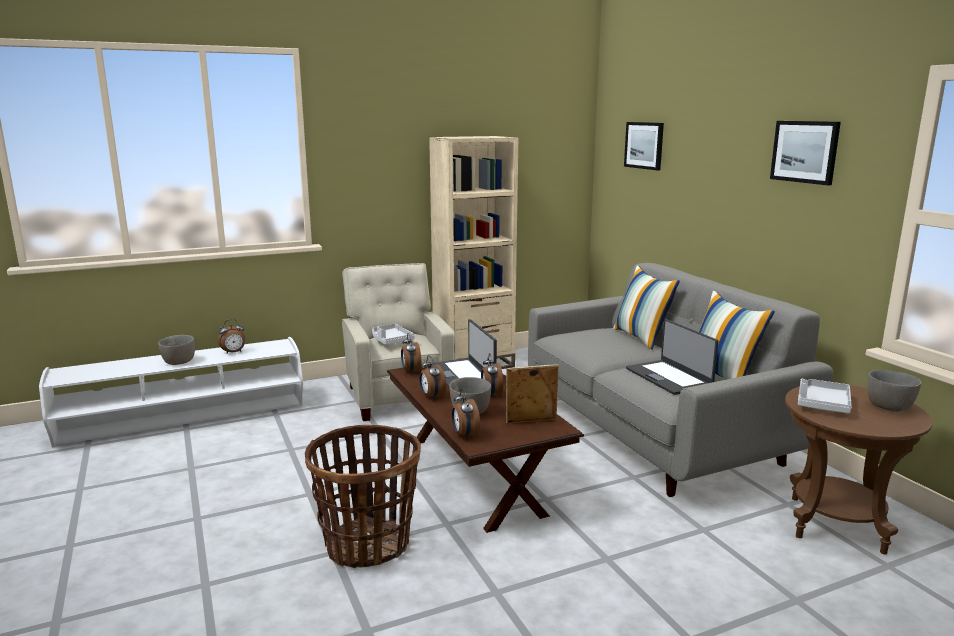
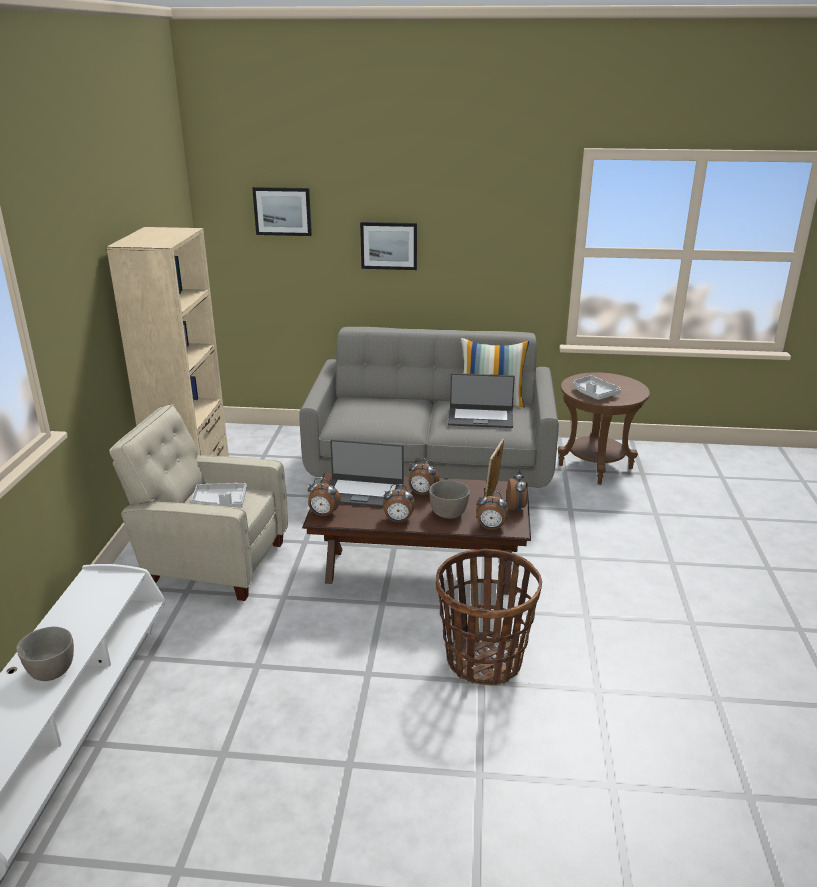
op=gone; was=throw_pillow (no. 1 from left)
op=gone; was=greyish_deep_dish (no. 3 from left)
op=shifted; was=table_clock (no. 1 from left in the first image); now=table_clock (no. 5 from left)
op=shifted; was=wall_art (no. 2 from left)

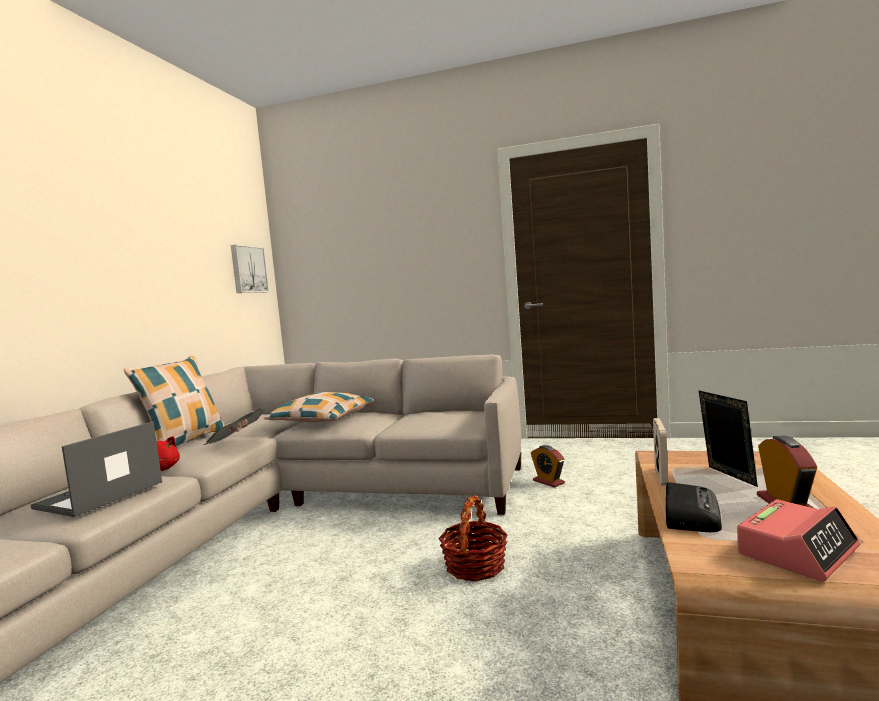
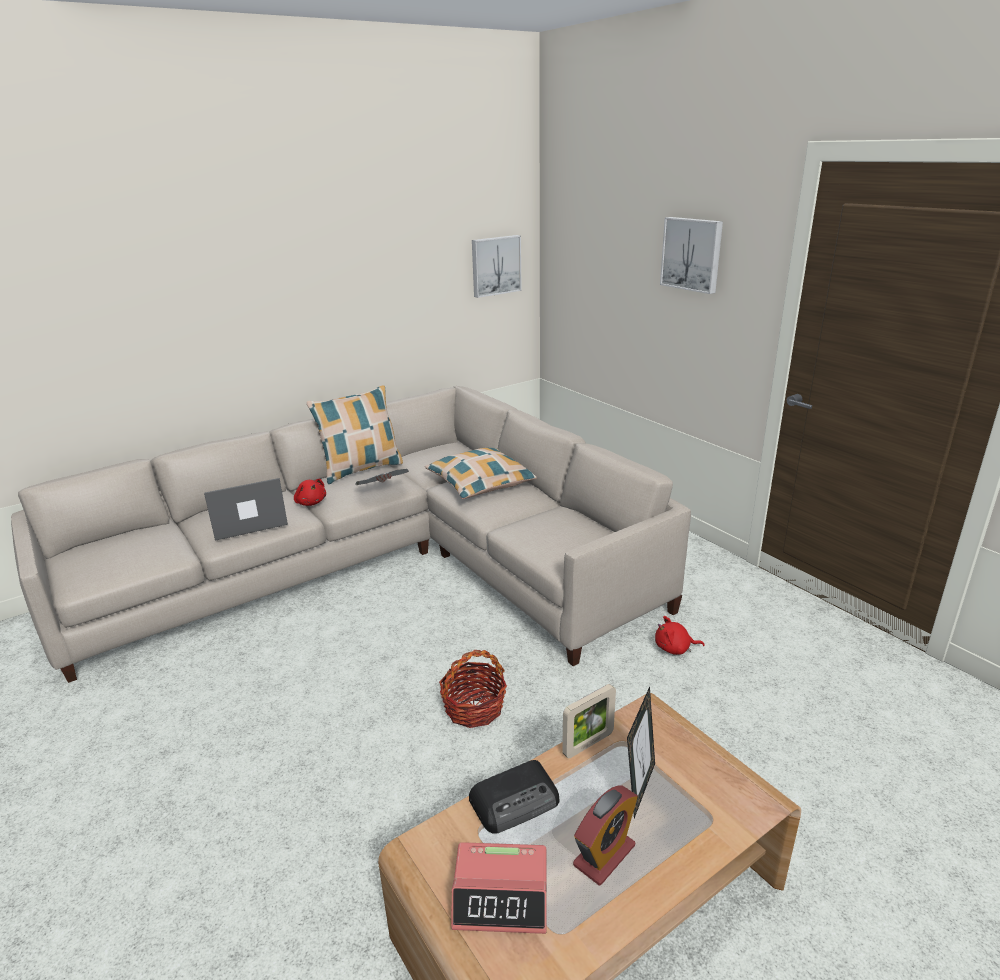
op=new; now=wall_art (no. 2 from left)
op=swapped; was=table_clock (no. 1 from left); now=red-coloured_plush_toy (no. 2 from left)

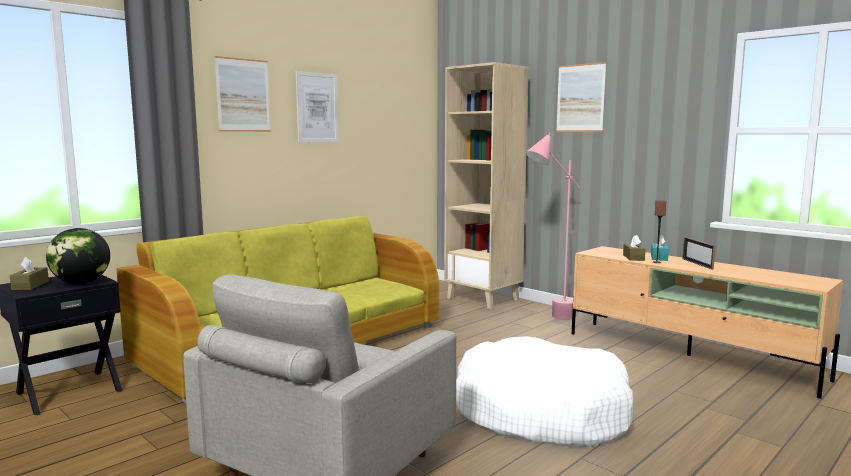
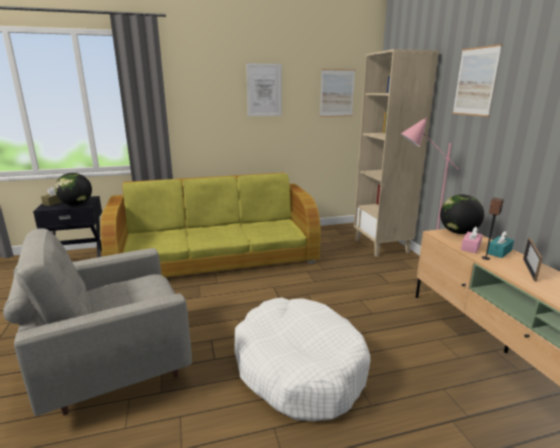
op=new; now=desk_globe (no. 2 from left)
op=shifted; was=wall_art (no. 1 from left in the first image); now=wall_art (no. 2 from left)
op=repainted; was=brownish_tissue_holder (no. 2 from left); now=pink-coloured_tissue_holder

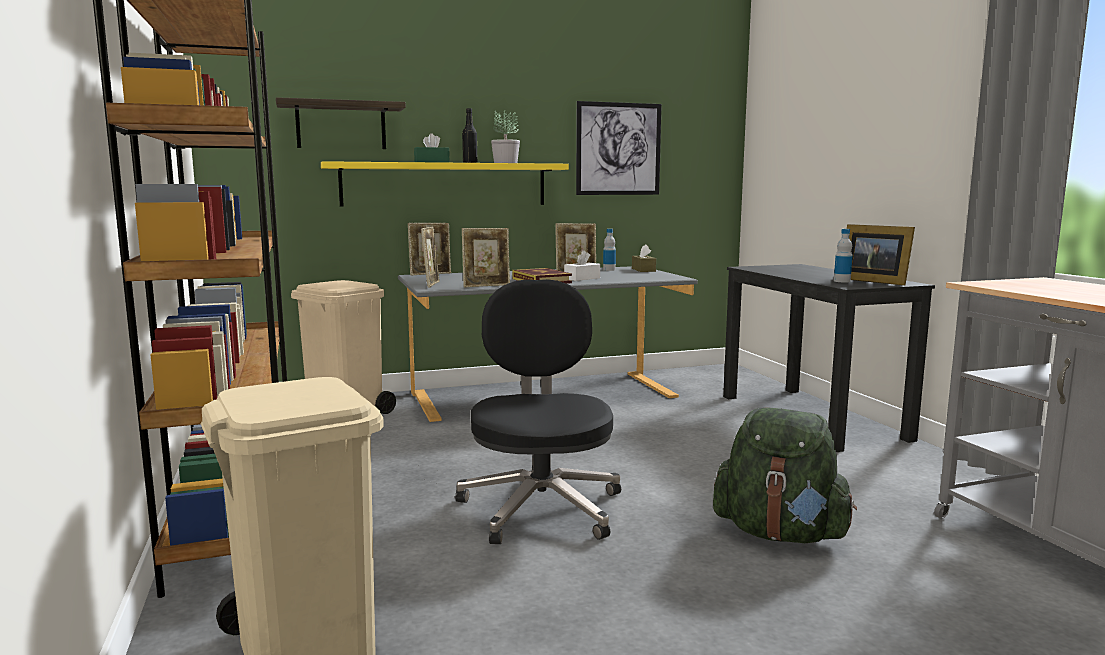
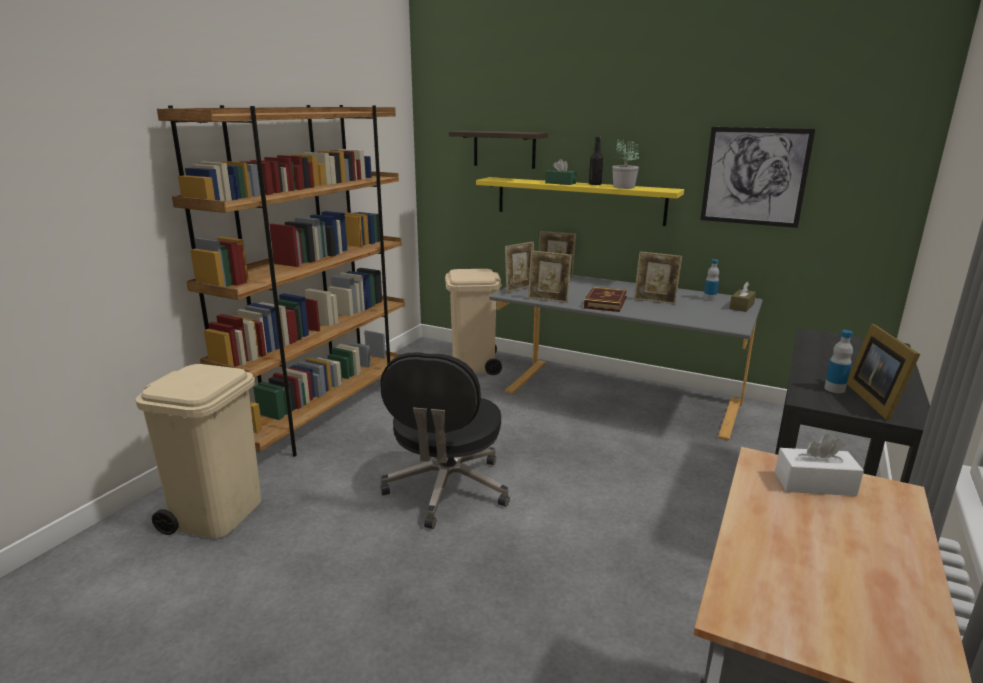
op=gone; was=green-coloured_rucksack
op=shifted; was=white-coloured_tissue_holder
op=rotated; was=black-coloured_office_chair; clockwise=150

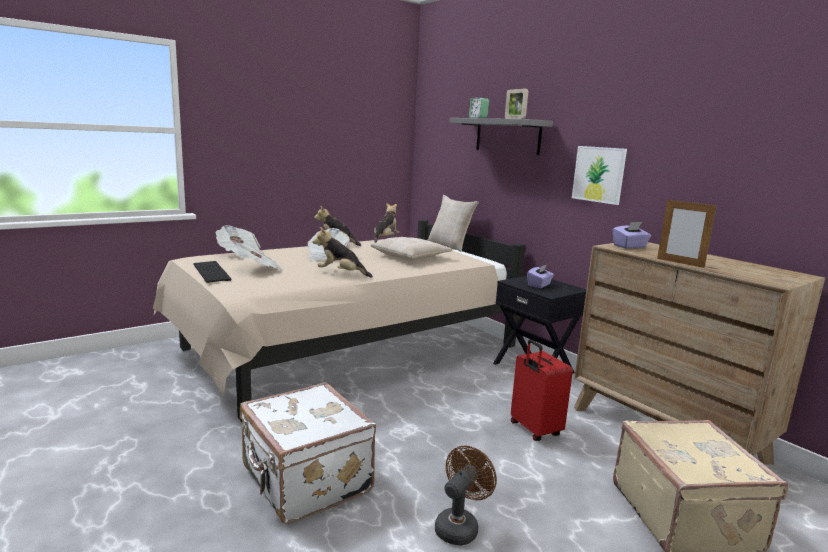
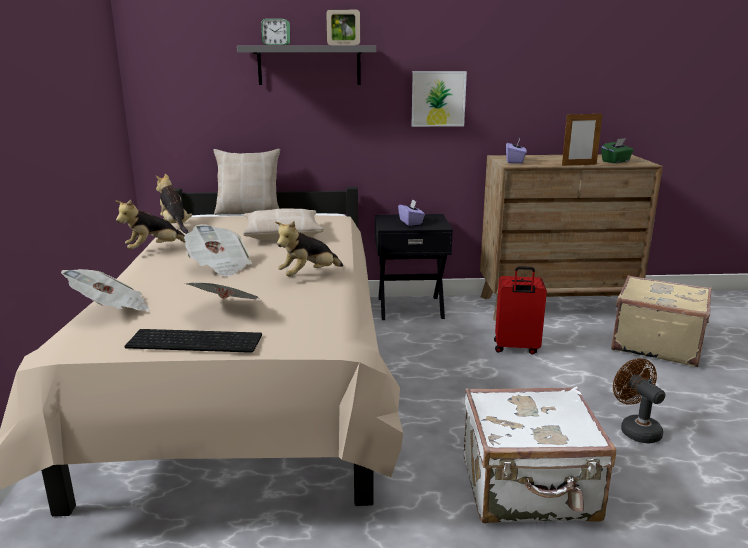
op=new; now=green-coloured_tissue_holder

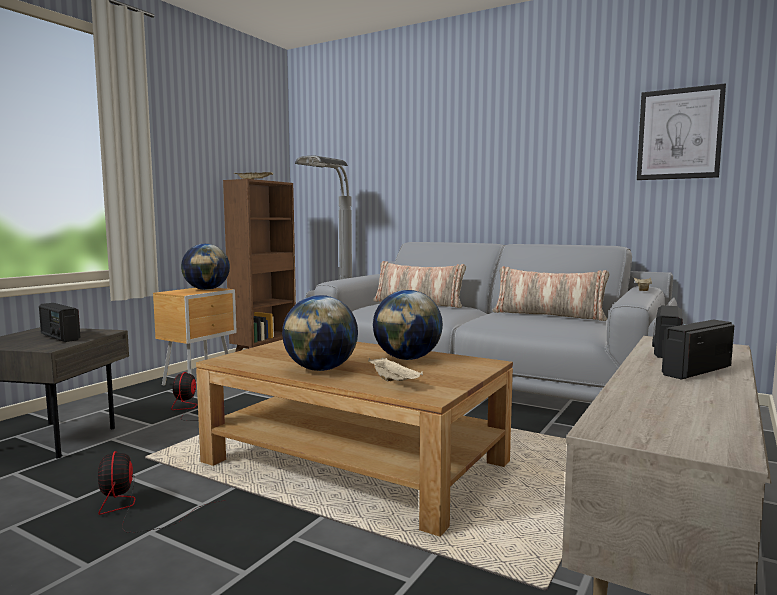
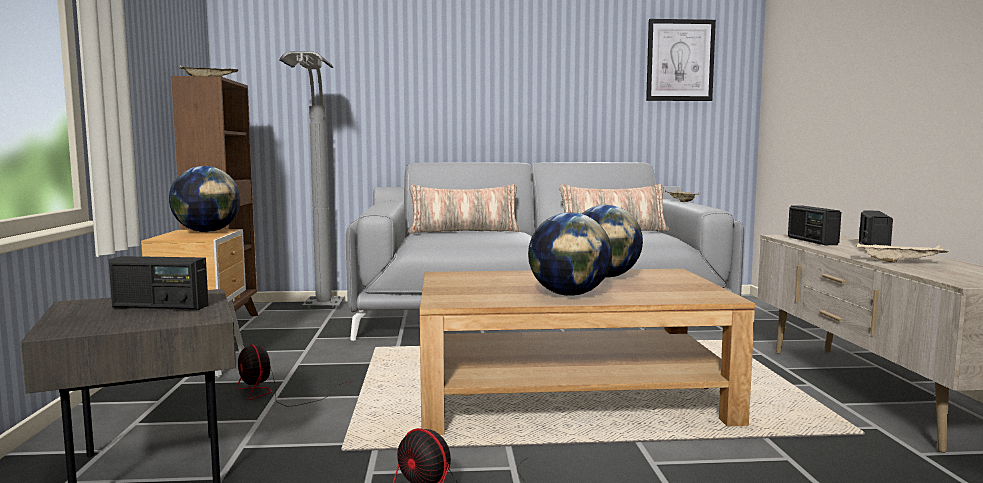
op=shifted; was=beige-coloured_carrying_tray (no. 2 from left in the first image); now=beige-coloured_carrying_tray (no. 3 from left)

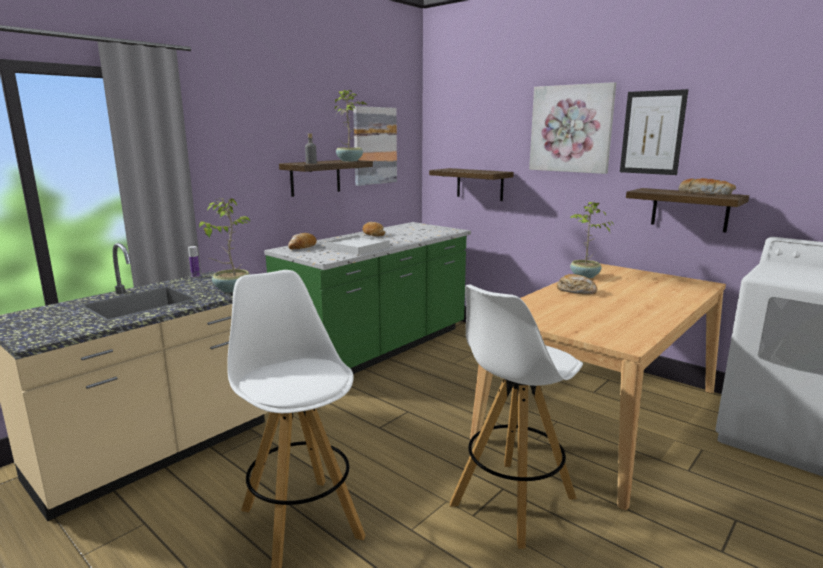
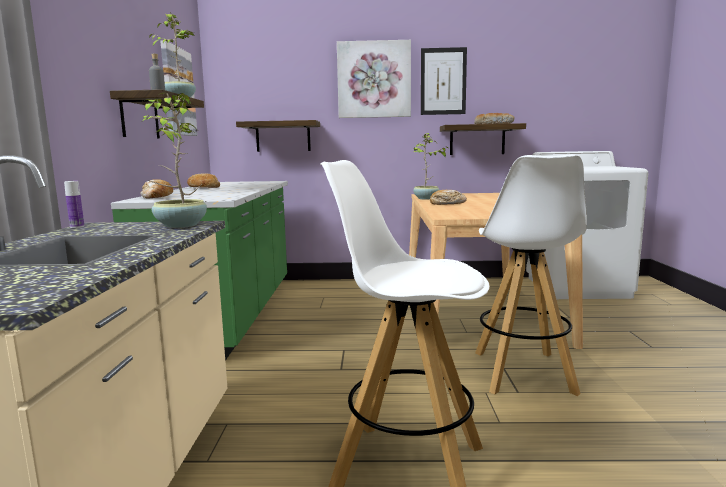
op=gone; was=white-coloured_carrying_tray

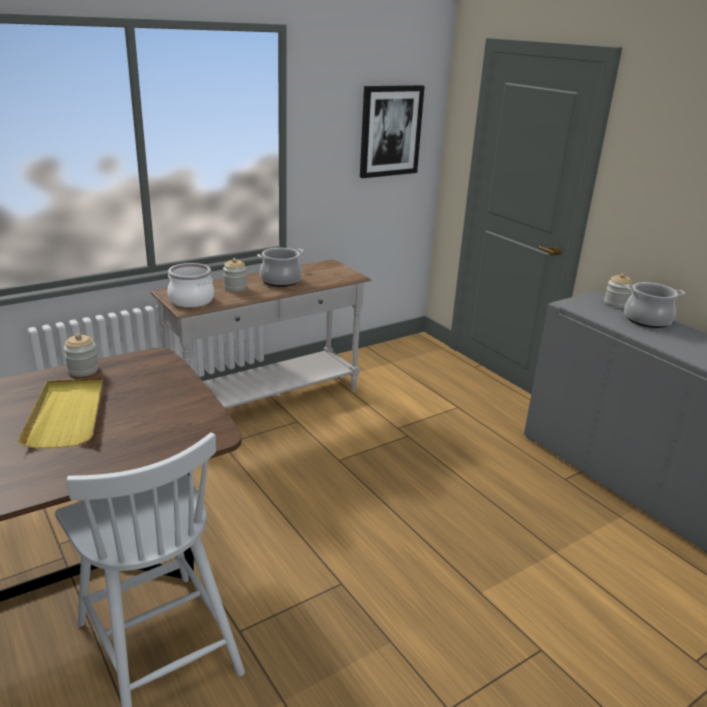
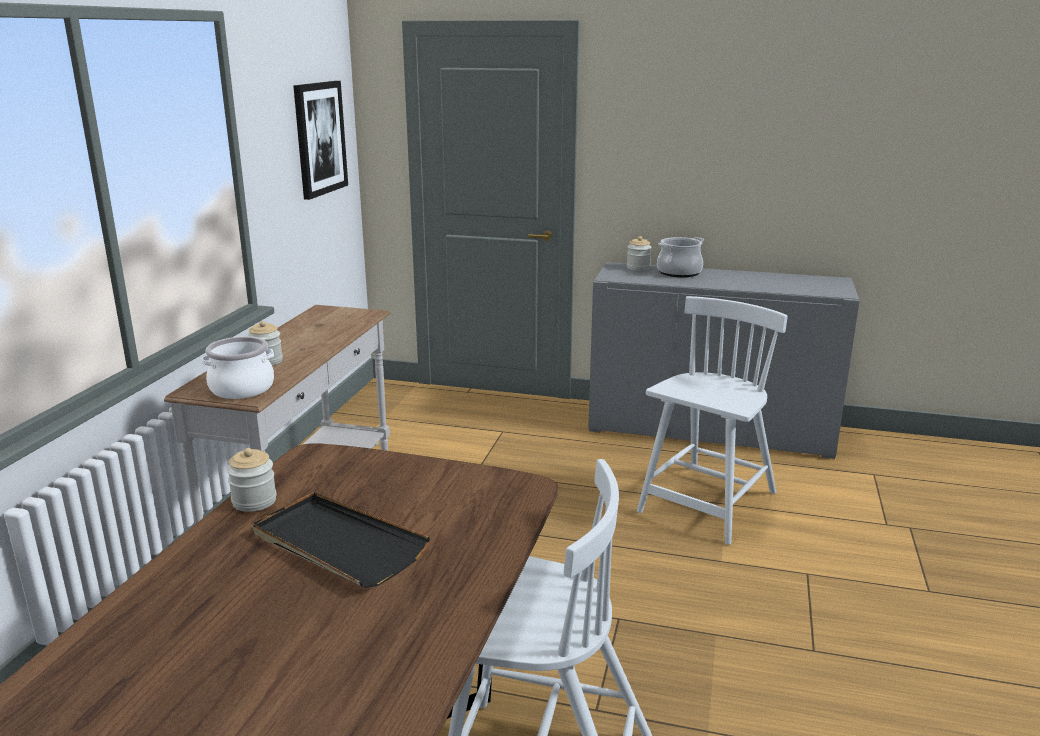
op=gone; was=stockpot (no. 2 from left)
op=new; now=white-coloured_upright_chair (no. 2 from left)
op=repainted; was=yellowish_carrying_tray; now=black-coloured_carrying_tray

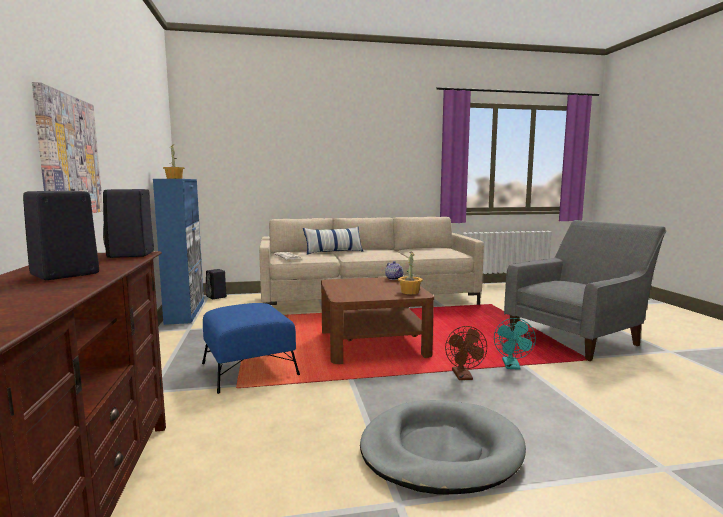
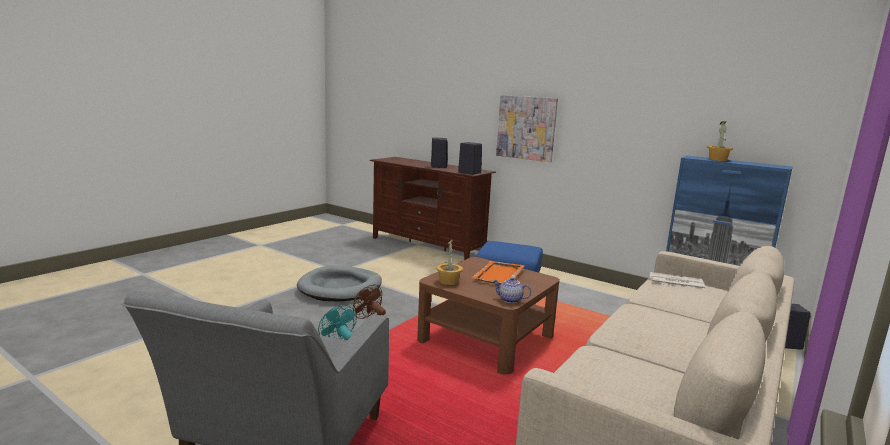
op=gone; was=throw_pillow
op=new; now=orangey_carrying_tray

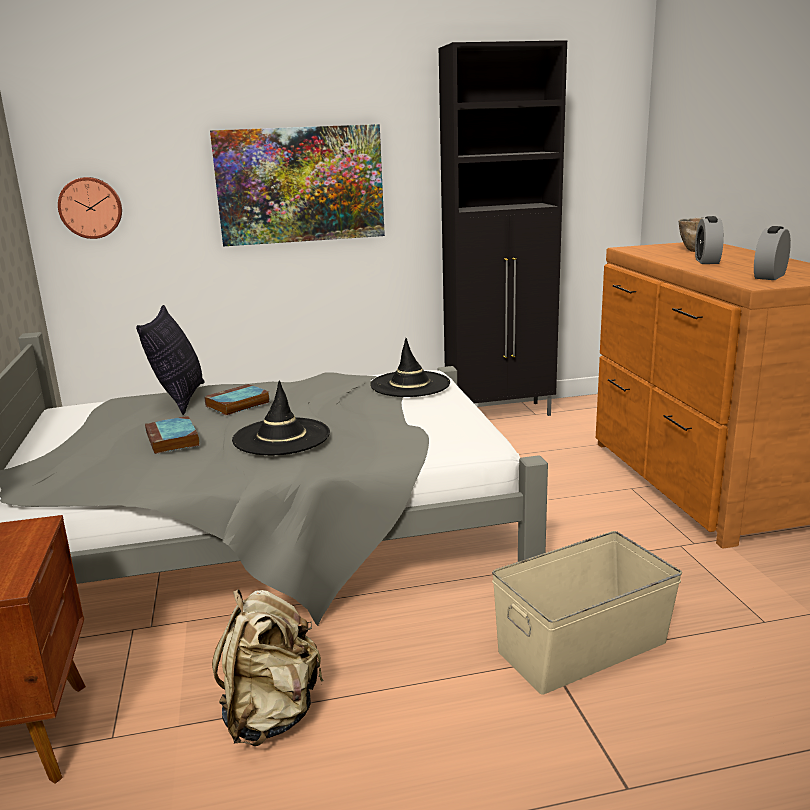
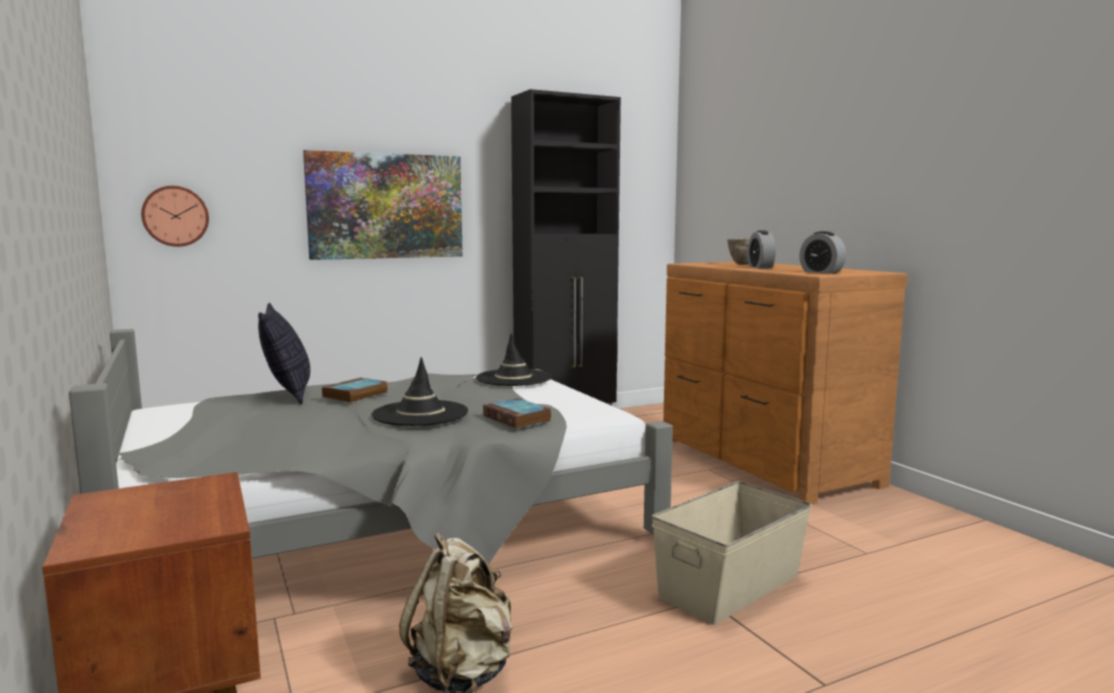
op=shifted; was=volume (no. 1 from left in the first image); now=volume (no. 2 from left)
op=rotated; was=table_clock (no. 2 from left); clockwise=-60

